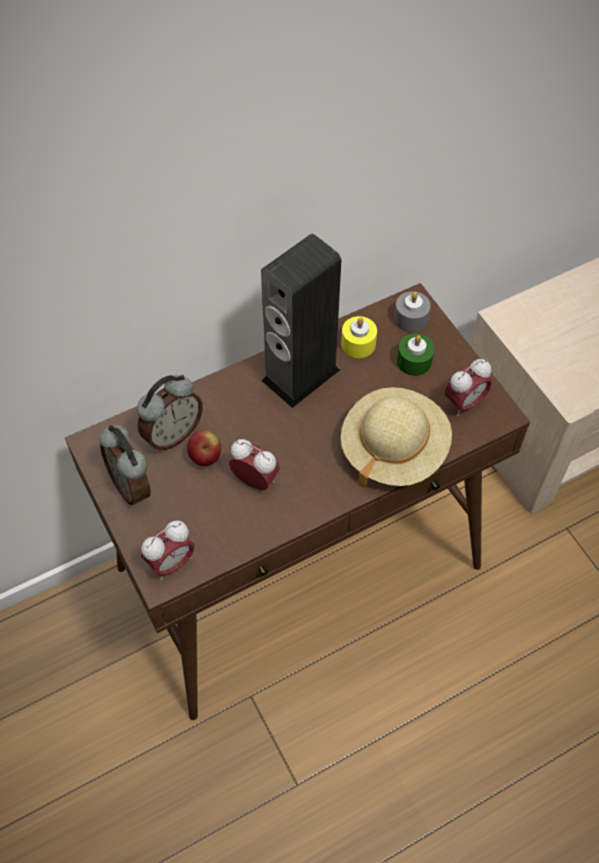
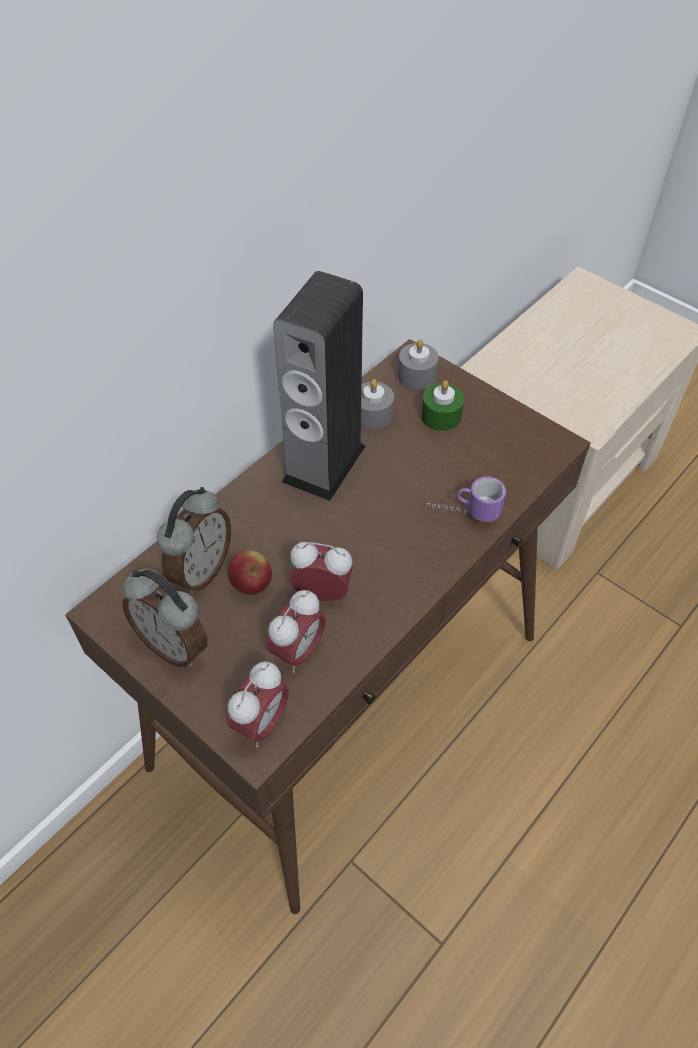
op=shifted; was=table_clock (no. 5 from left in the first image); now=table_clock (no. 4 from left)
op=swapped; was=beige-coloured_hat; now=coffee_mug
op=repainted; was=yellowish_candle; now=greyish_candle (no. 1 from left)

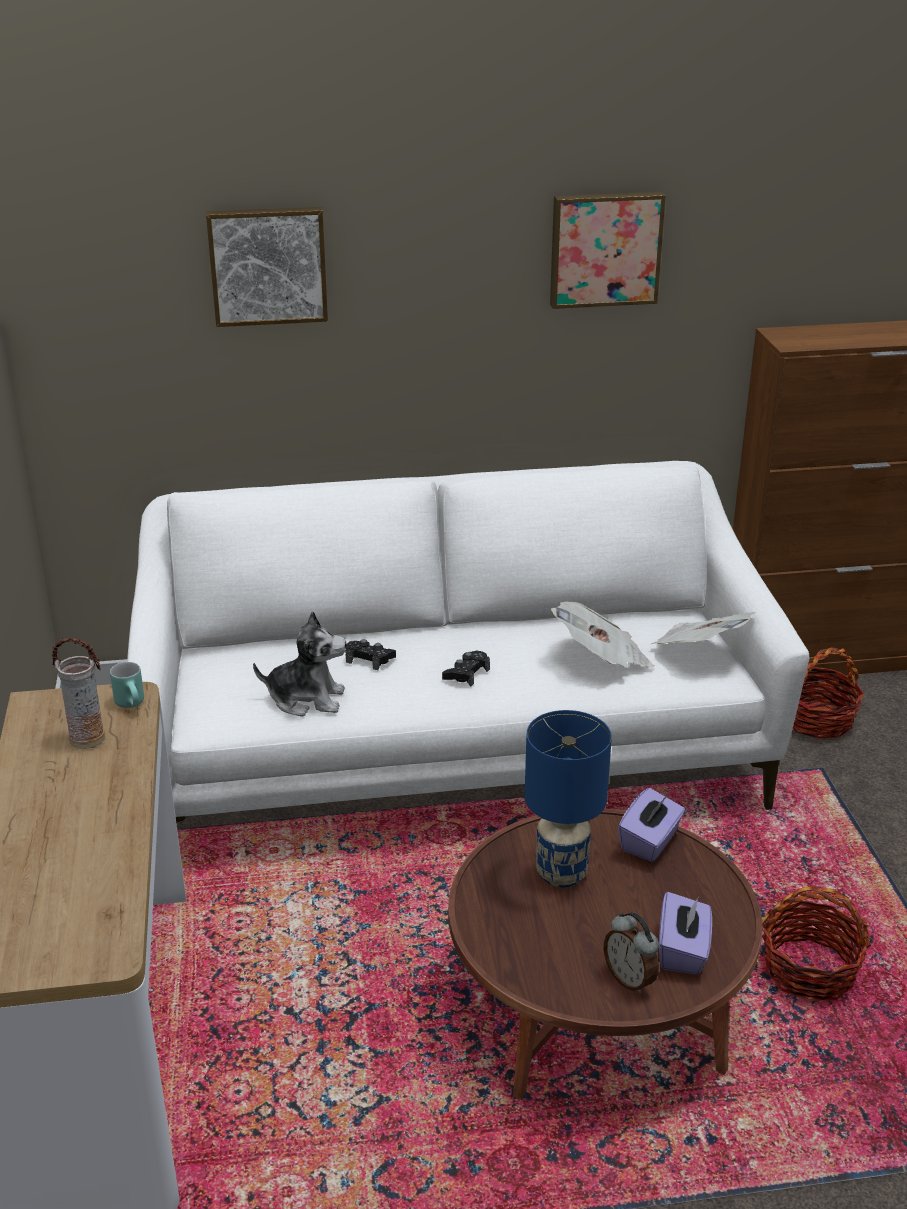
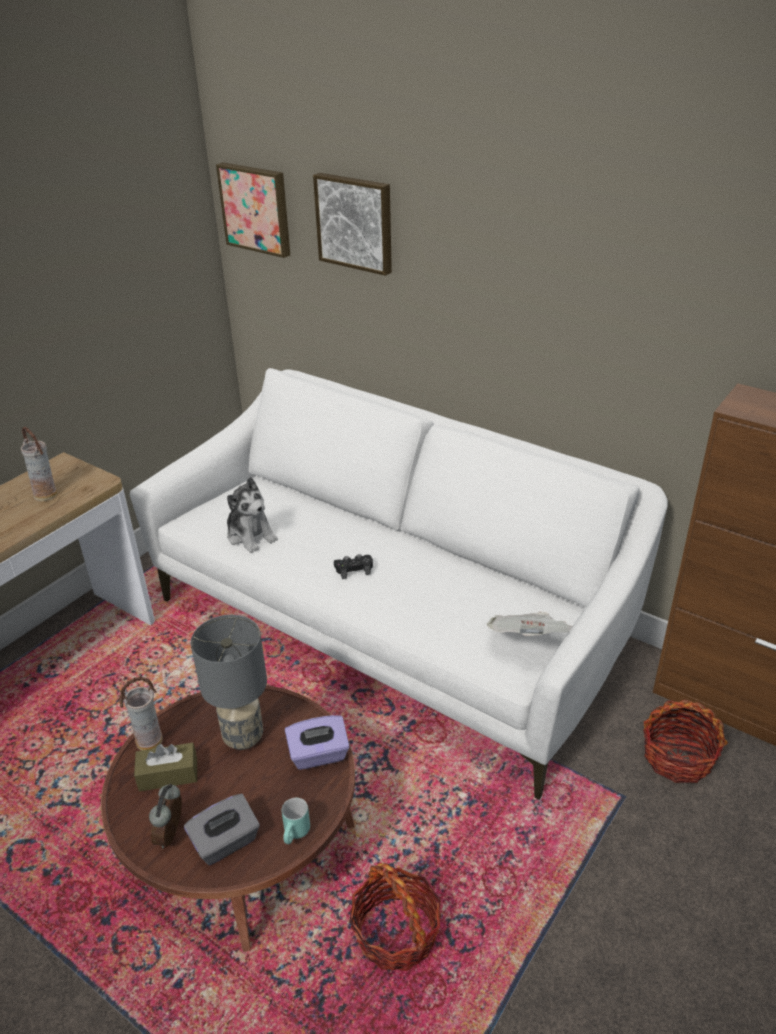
op=gone; was=black-coloured_gamepad (no. 1 from left)
op=gone; was=newspaper (no. 1 from left)
op=new; now=decorative_vase (no. 2 from left)
op=new; now=brownish_tissue_holder
op=shifted; was=turquoise-coloured_coffee_mug
op=shifted; was=wall_art (no. 2 from left in the first image); now=wall_art (no. 1 from left)
op=repainted; was=bluish_table_lamp; now=greyish_table_lamp
op=repainted; was=purple_tissue_holder (no. 2 from left); now=greyish_tissue_holder

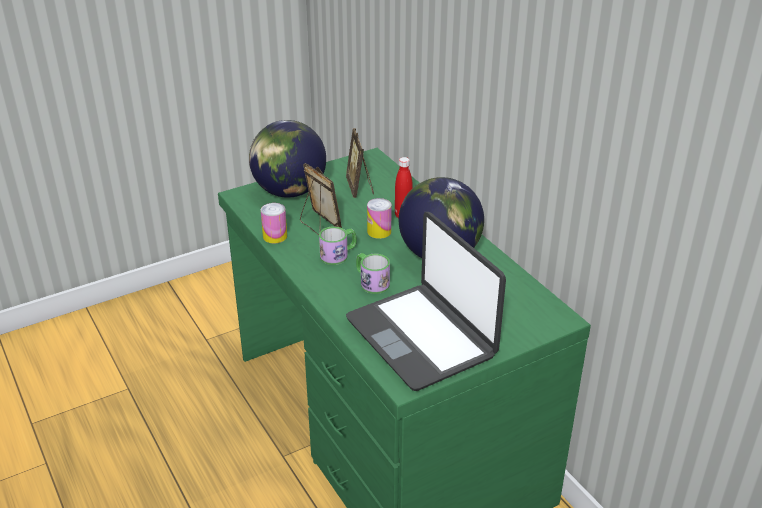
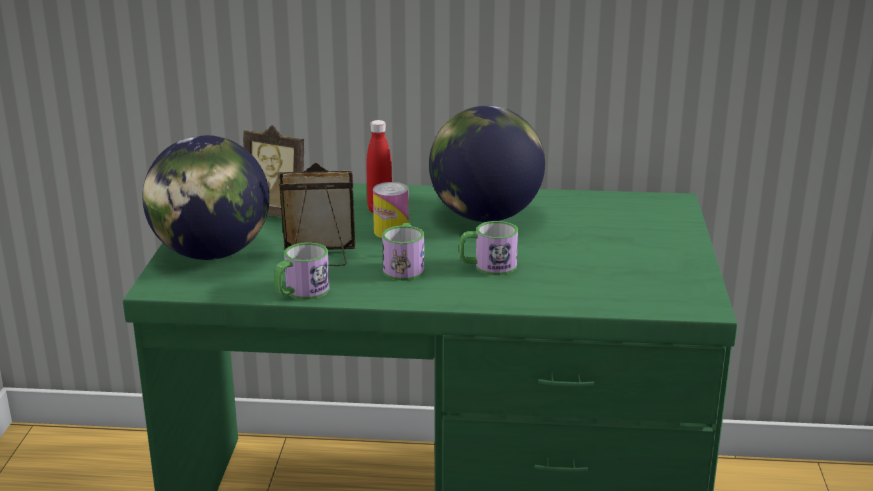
op=gone; was=portable_computer
op=swapped; was=can (no. 1 from left); now=coffee_mug (no. 1 from left)

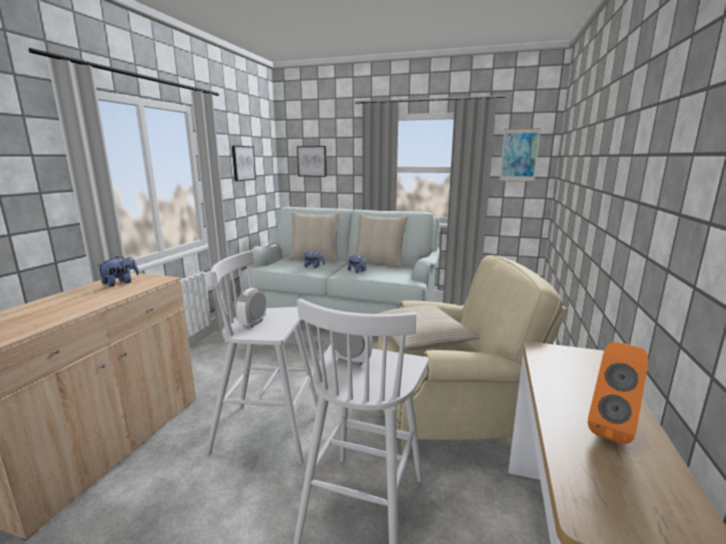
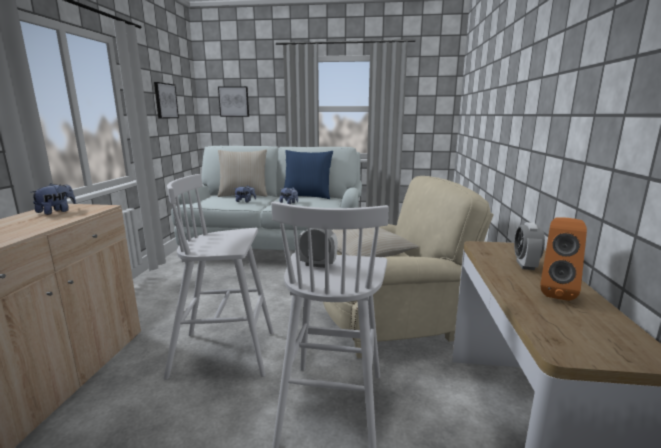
op=gone; was=wall_art (no. 3 from left)
op=shifted; was=table_clock (no. 1 from left in the first image); now=table_clock (no. 2 from left)
op=repainted; was=beige-coloured_throw_pillow (no. 2 from left); now=bluish_throw_pillow

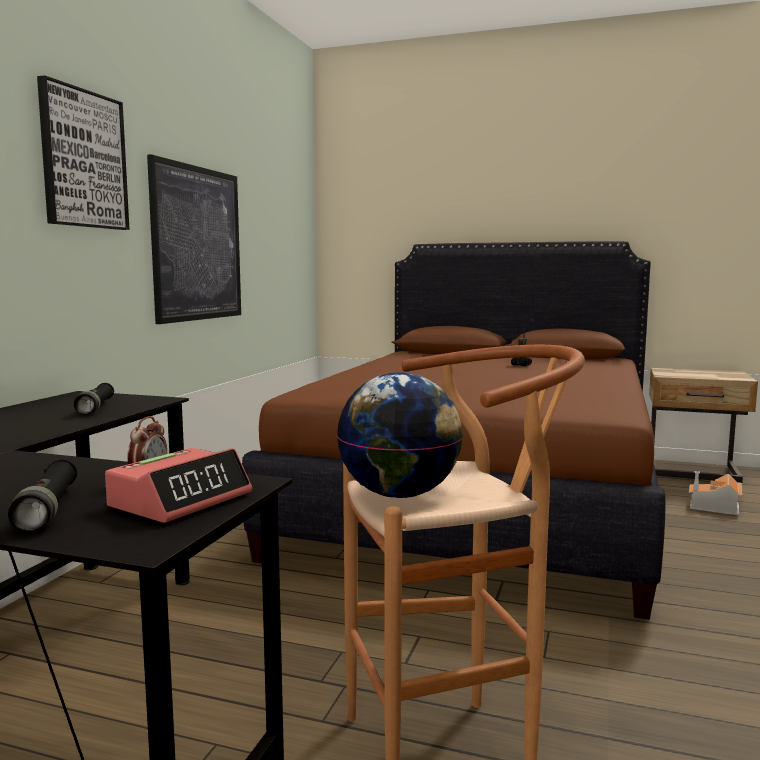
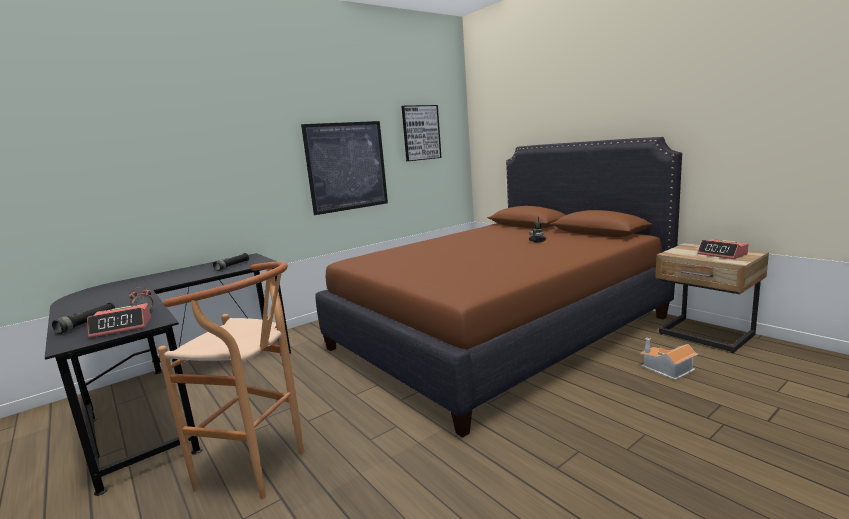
op=gone; was=desk_globe
op=new; now=table_clock (no. 3 from left)
op=shifted; was=wall_art (no. 1 from left in the first image); now=wall_art (no. 2 from left)

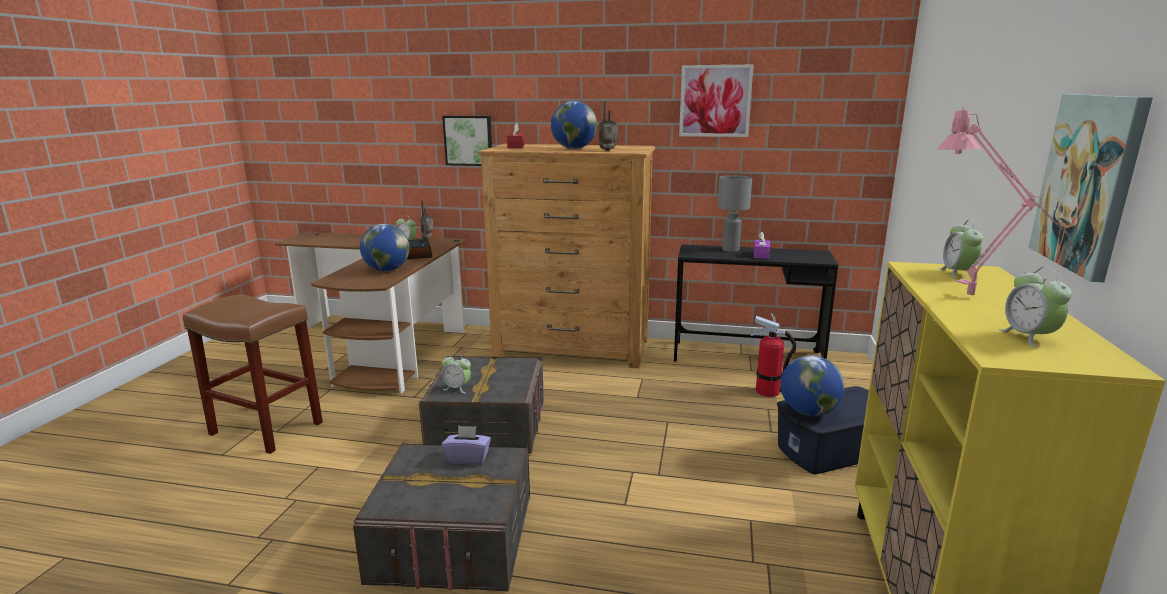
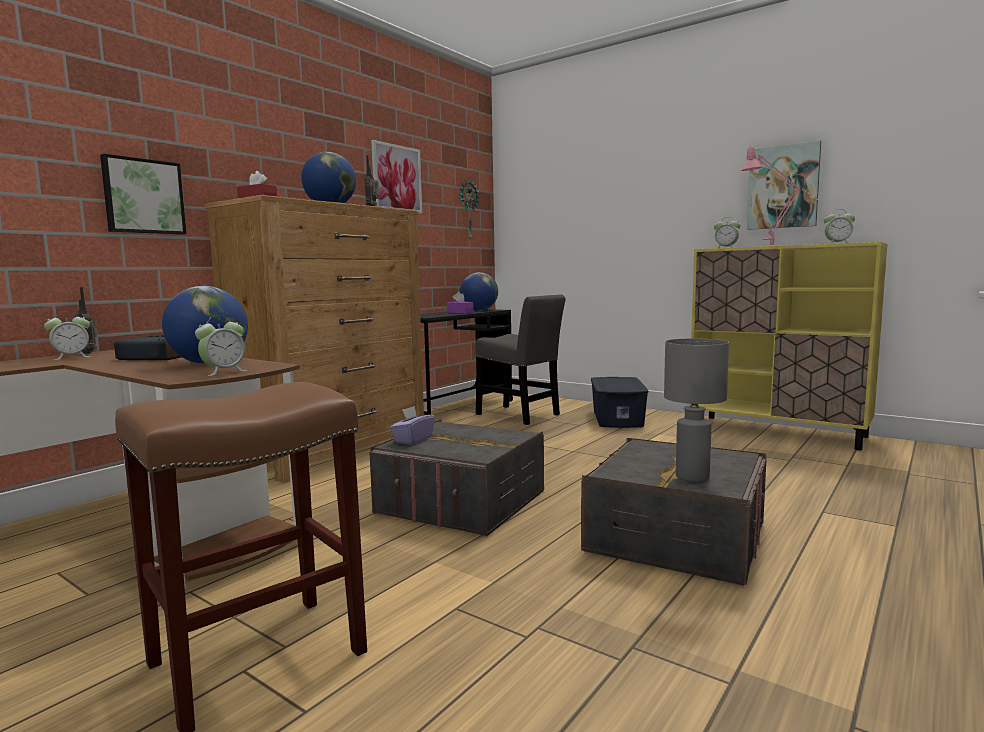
op=new; now=wall_clock
op=shifted; was=purple_tissue_holder (no. 1 from left)
op=shifted; was=table_clock (no. 3 from left)
op=shifted; was=greyish_table_lamp
op=shifted; was=desk_globe (no. 3 from left)
op=swapped; was=fire-fighting_cylinder; now=greyish_upright_chair

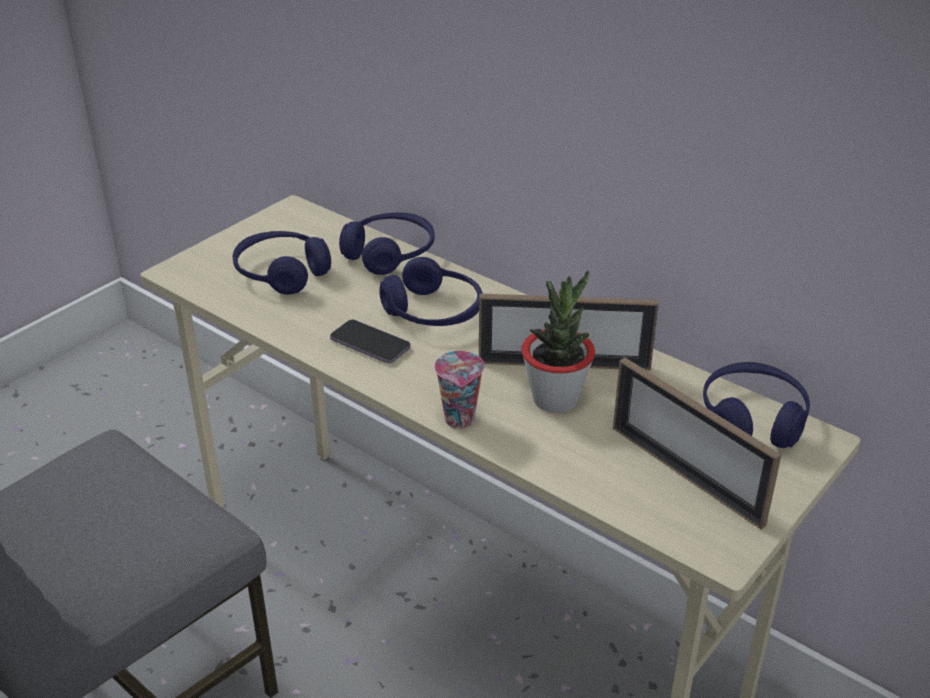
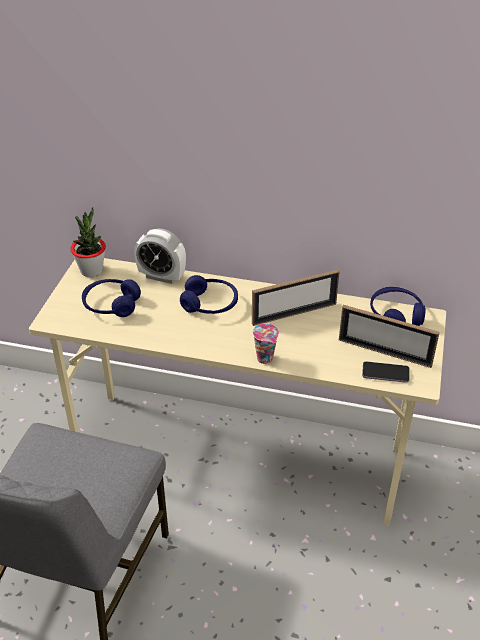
op=shifted; was=phone
op=shifted; was=houseplant
op=swapped; was=bluish_pair_of_headphones (no. 2 from left); now=table_clock

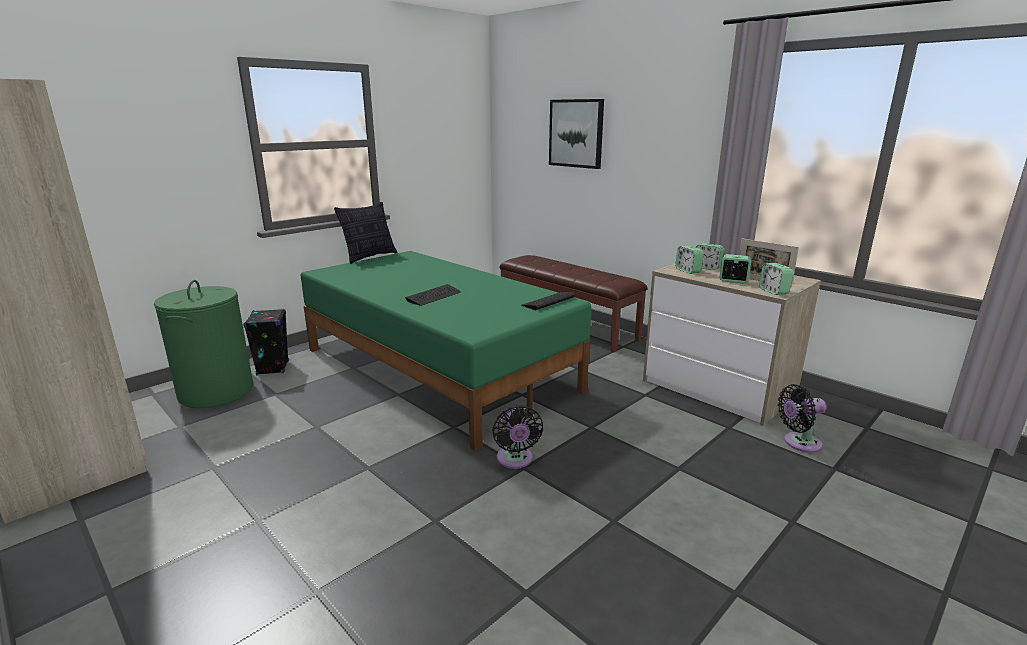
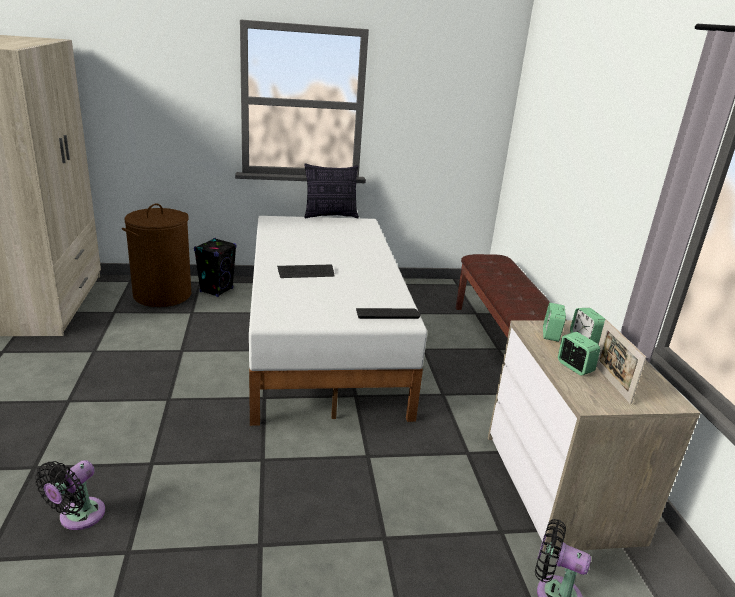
op=gone; was=wall_art
op=gone; was=table_clock (no. 4 from left)
op=shifted; was=black-coloured_cooling_fan (no. 1 from left)
op=repainted; was=green-coloured_laundry_basket; now=brownish_laundry_basket
op=repainted; was=green-coloured_bed; now=white-coloured_bed

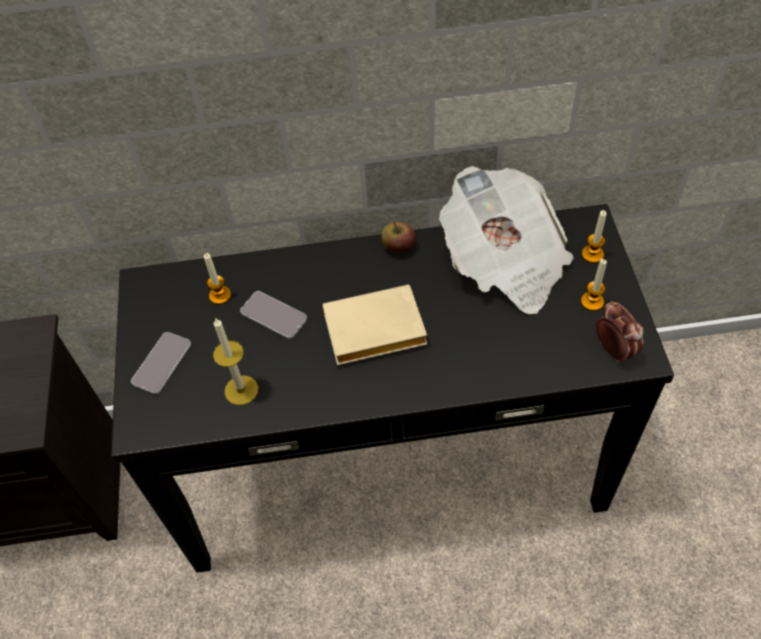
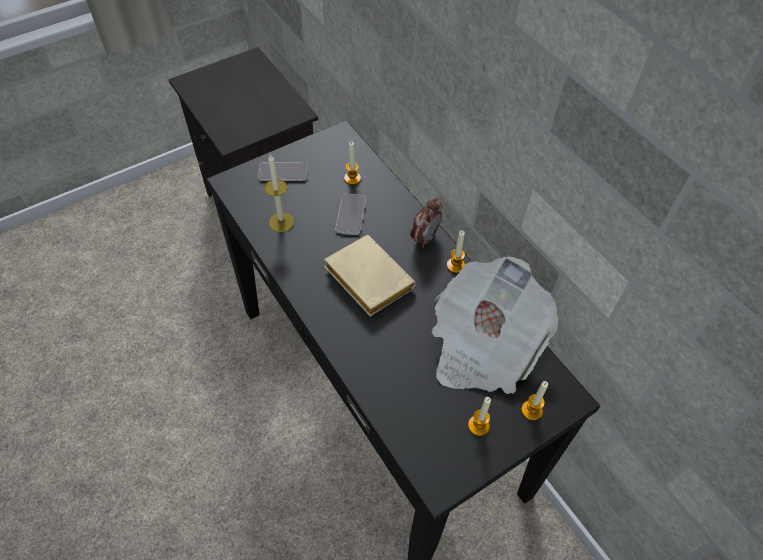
op=shifted; was=table_clock
op=swapped; was=apple_fruit; now=candle (no. 3 from left)

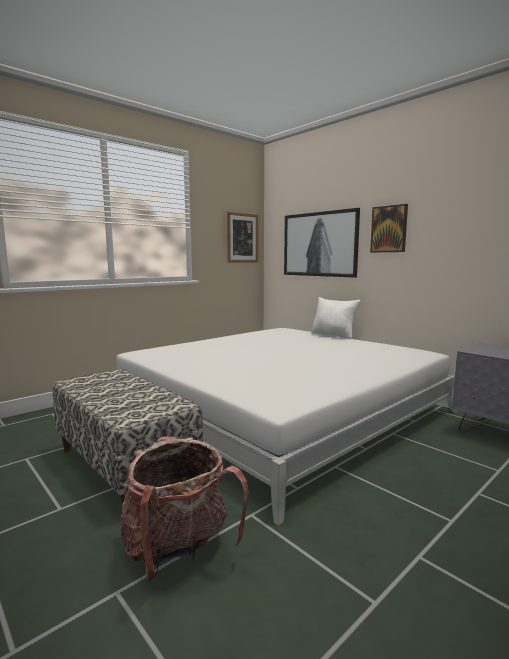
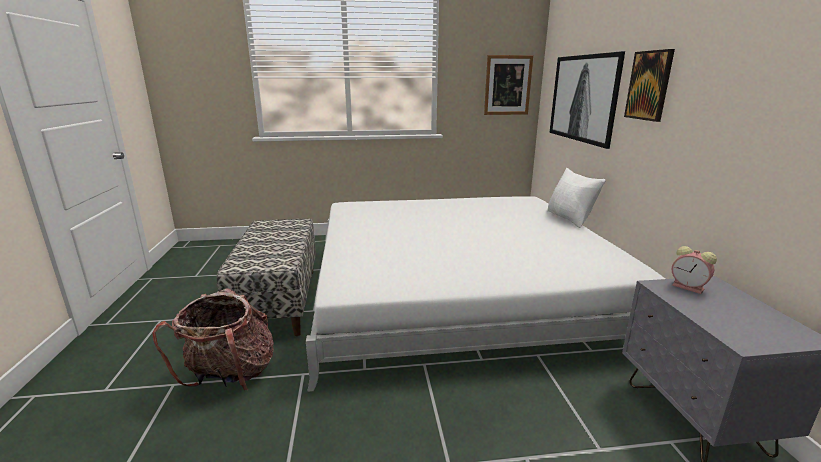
op=new; now=table_clock

